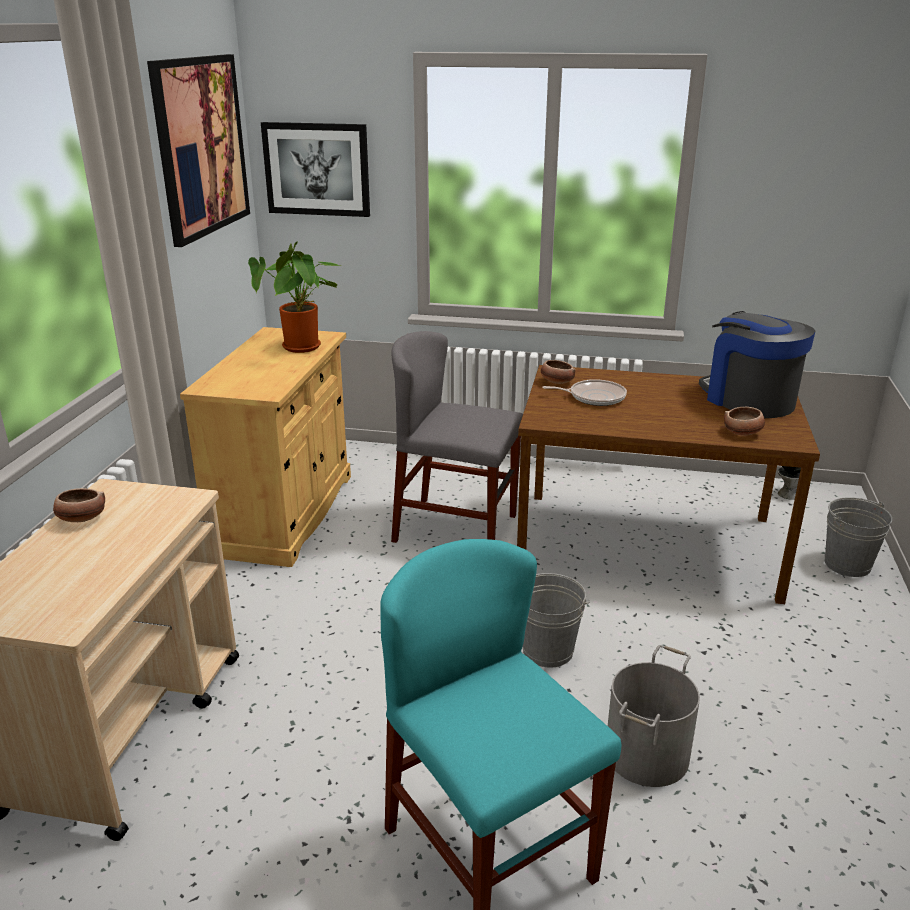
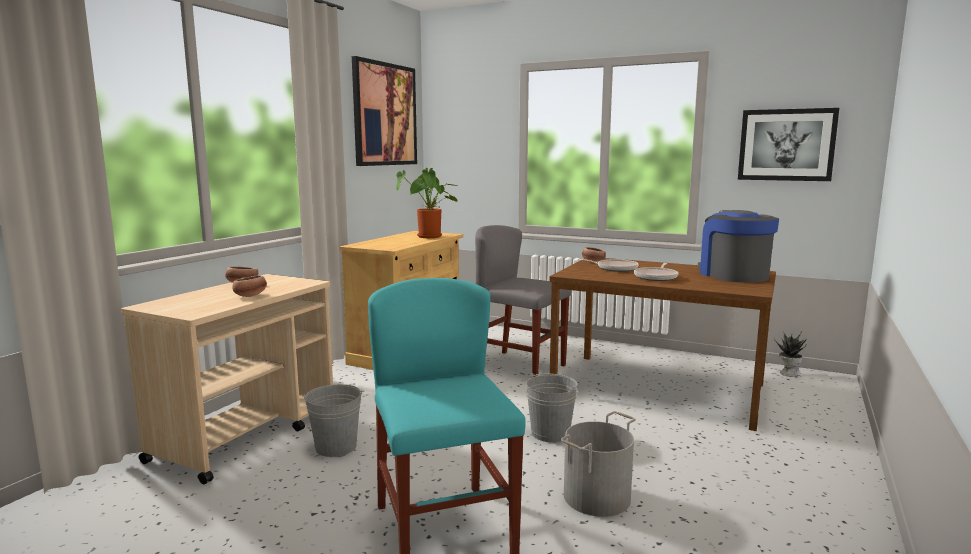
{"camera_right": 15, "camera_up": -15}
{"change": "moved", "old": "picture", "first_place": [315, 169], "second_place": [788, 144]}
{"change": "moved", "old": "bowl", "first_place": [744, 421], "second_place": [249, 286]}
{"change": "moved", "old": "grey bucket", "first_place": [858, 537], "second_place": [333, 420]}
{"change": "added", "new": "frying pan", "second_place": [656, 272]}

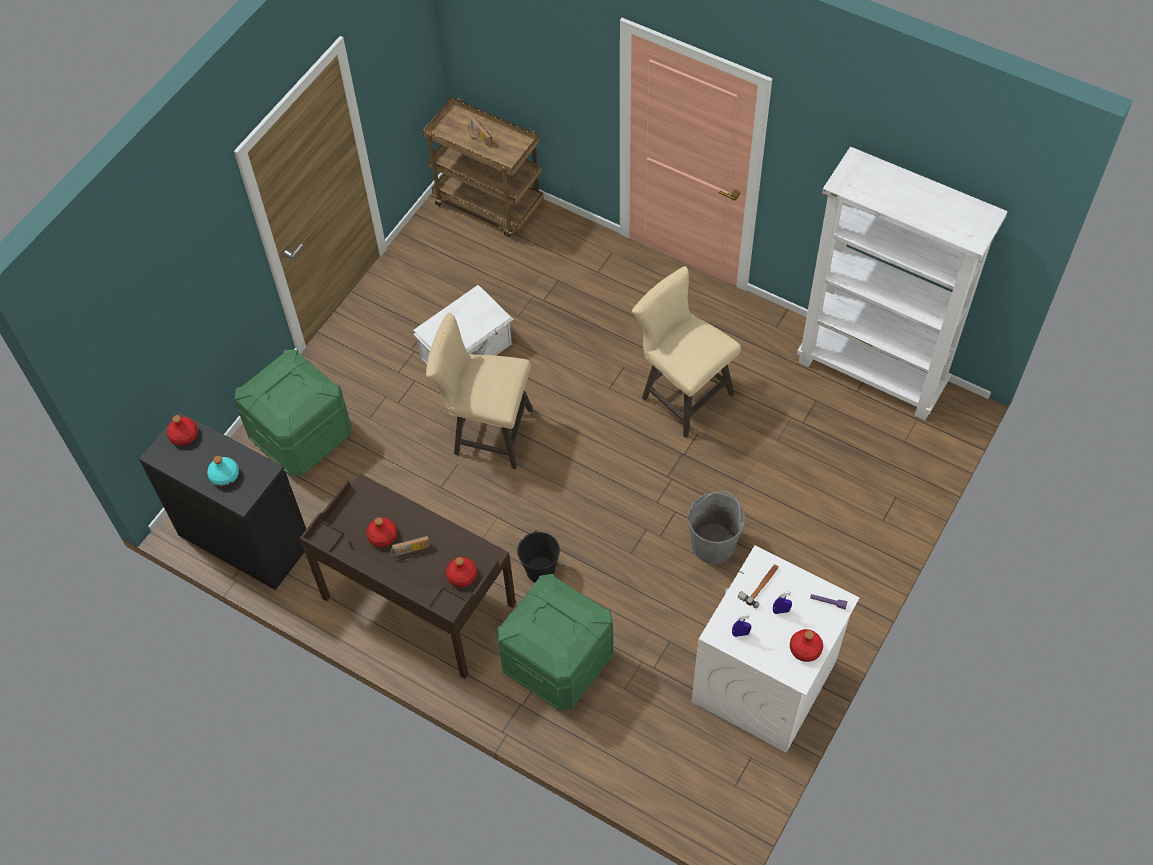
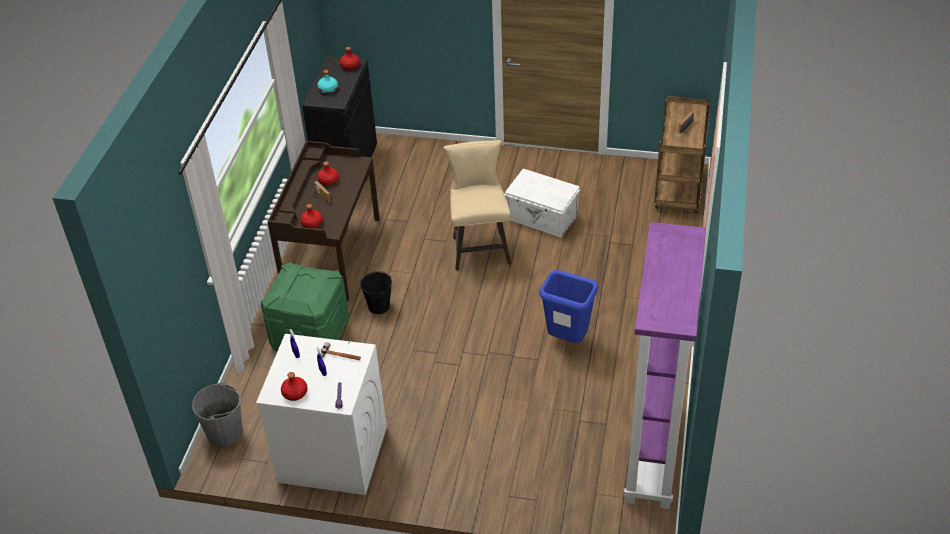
{"camera_right": 70, "camera_up": -15}
{"change": "recoloured", "old": "white bookcase", "new": "purple bookcase", "first_place": [902, 283], "second_place": [665, 365]}
{"change": "replaced", "old": "beige stool", "new": "blue trash can", "first_place": [686, 352], "second_place": [568, 306]}
{"change": "removed", "old": "green storage box", "first_place": [292, 413]}
{"change": "moved", "old": "grey bucket", "first_place": [716, 527], "second_place": [217, 415]}

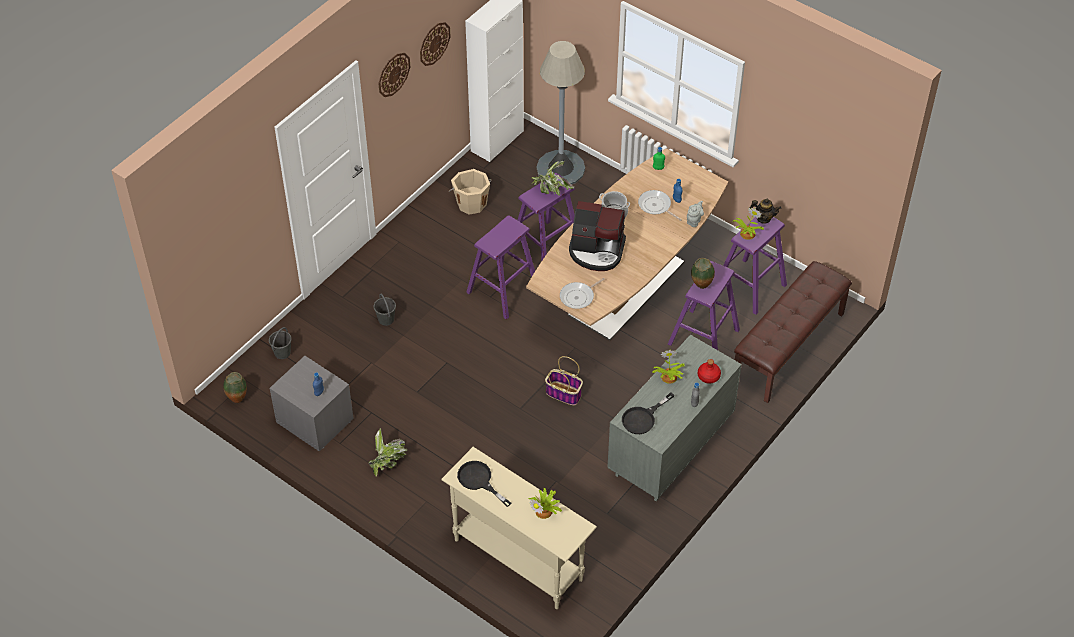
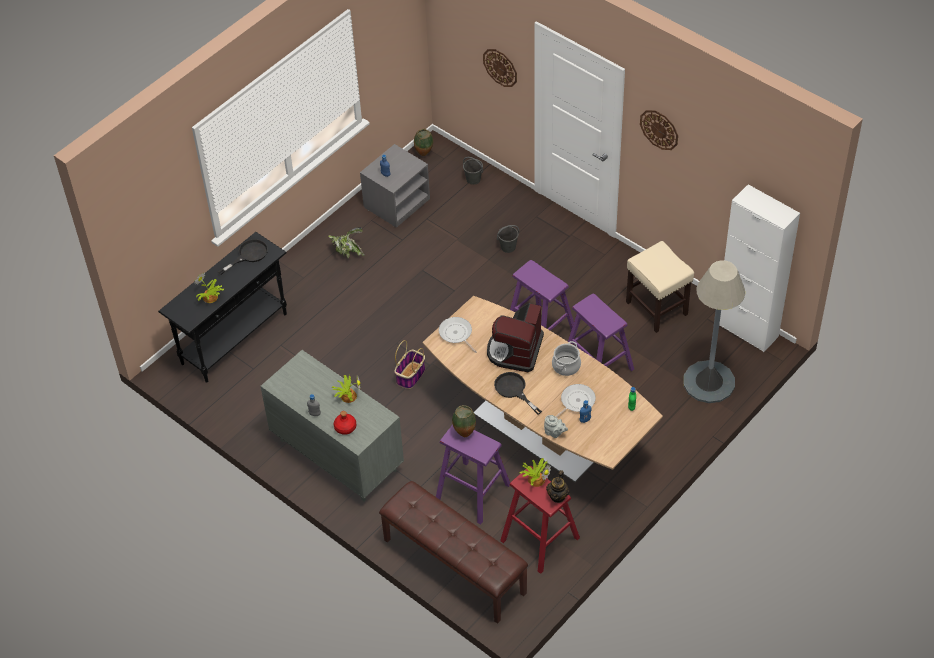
{"camera_right": 95, "camera_up": 0}
{"change": "moved", "old": "wall clock", "first_place": [435, 44], "second_place": [500, 68]}
{"change": "removed", "old": "potted plant", "first_place": [551, 177]}
{"change": "replaced", "old": "beige bucket", "new": "beige stool", "first_place": [470, 192], "second_place": [660, 287]}
{"change": "recoloured", "old": "purple stool", "new": "red stool", "first_place": [755, 266], "second_place": [540, 520]}
{"change": "moved", "old": "black frying pan", "first_place": [648, 413], "second_place": [518, 393]}
{"change": "recoloured", "old": "beige console table", "new": "black console table", "first_place": [519, 528], "second_place": [222, 307]}

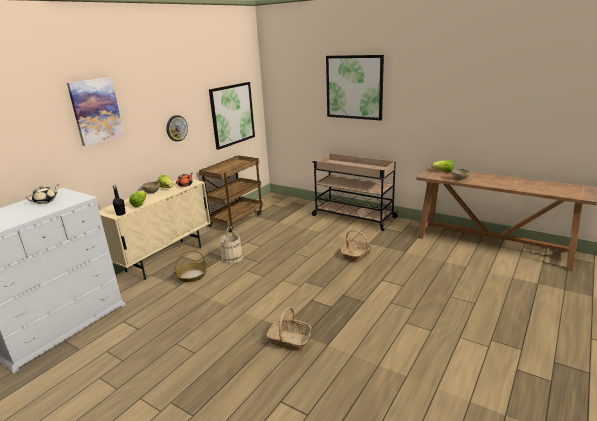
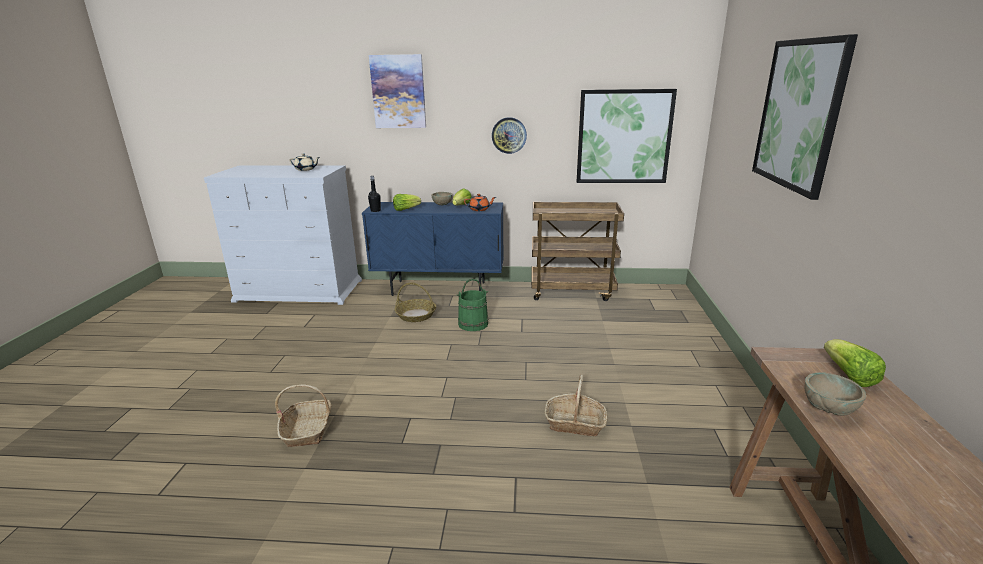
{"camera_right": 60, "camera_up": 0}
{"change": "removed", "old": "beige cart", "first_place": [355, 192]}
{"change": "recoloured", "old": "beige cabinet", "new": "blue cabinet", "first_place": [155, 229], "second_place": [433, 249]}
{"change": "recoloured", "old": "beige bucket", "new": "green bucket", "first_place": [231, 245], "second_place": [472, 305]}

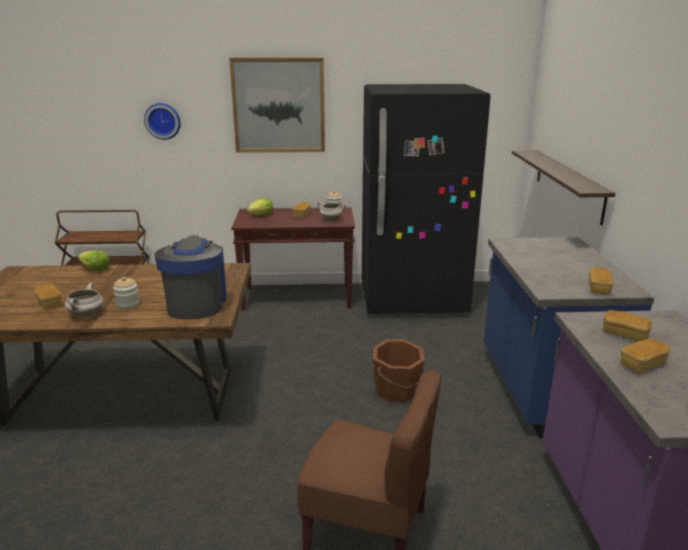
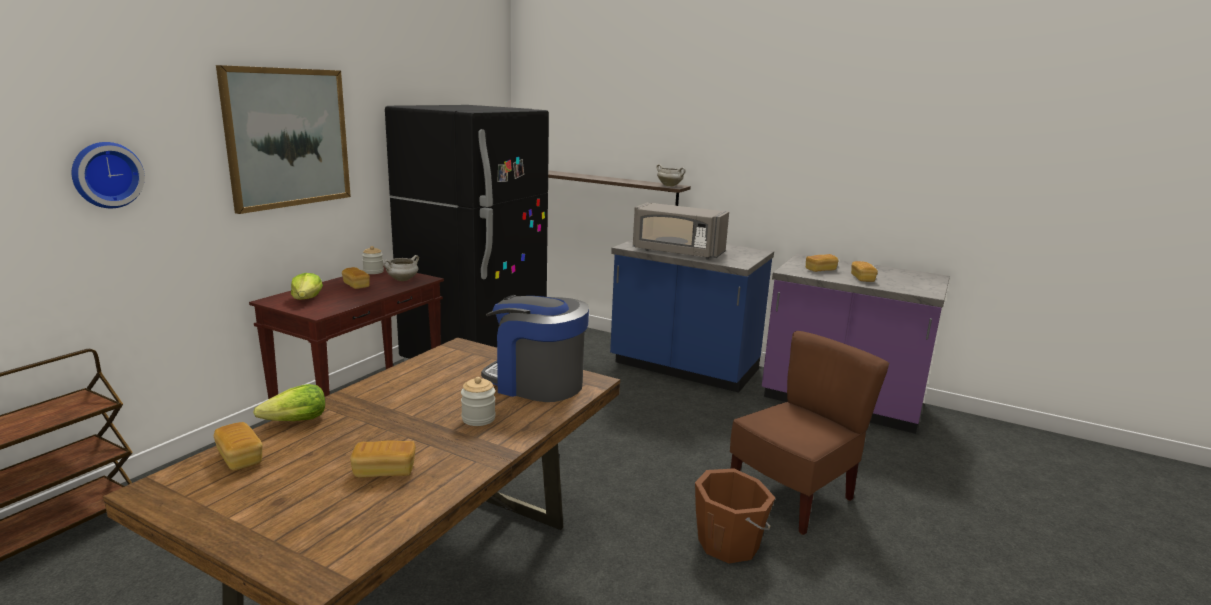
{"camera_right": -60, "camera_up": -5}
{"change": "moved", "old": "bread", "first_place": [601, 281], "second_place": [238, 446]}
{"change": "moved", "old": "white cooking pot", "first_place": [84, 300], "second_place": [671, 175]}
{"change": "moved", "old": "brown bucket", "first_place": [399, 370], "second_place": [735, 515]}
{"change": "added", "new": "grey microwave", "second_place": [681, 231]}

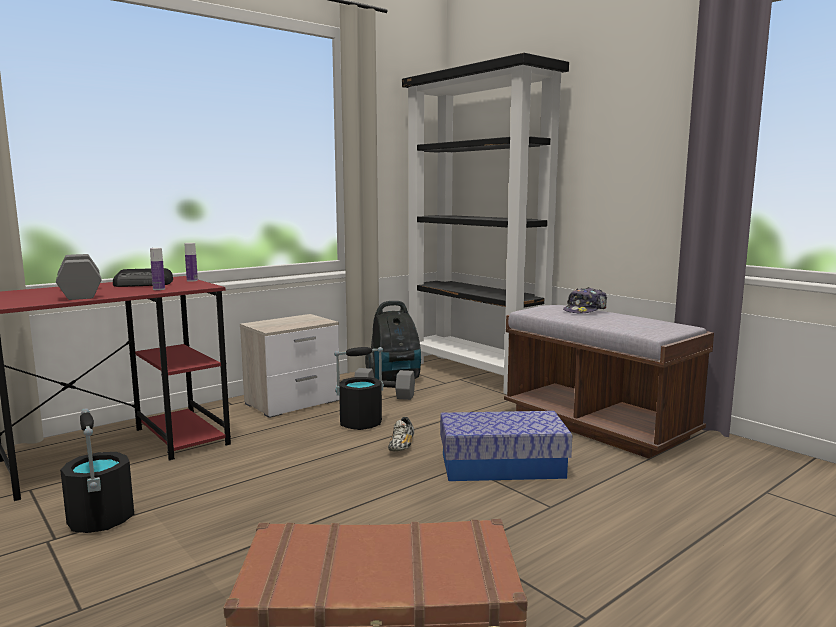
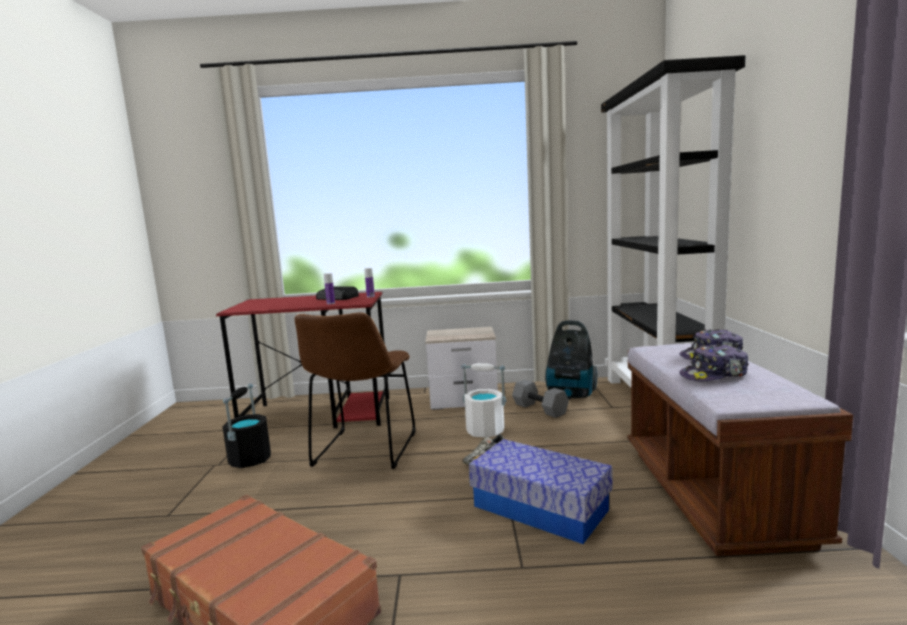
{"camera_right": 40, "camera_up": 0}
{"change": "removed", "old": "grey dumbbell", "first_place": [79, 277]}
{"change": "recoloured", "old": "black bucket", "new": "white bucket", "first_place": [359, 388], "second_place": [484, 400]}
{"change": "added", "new": "brown chair", "second_place": [355, 390]}
{"change": "added", "new": "cap", "second_place": [713, 362]}

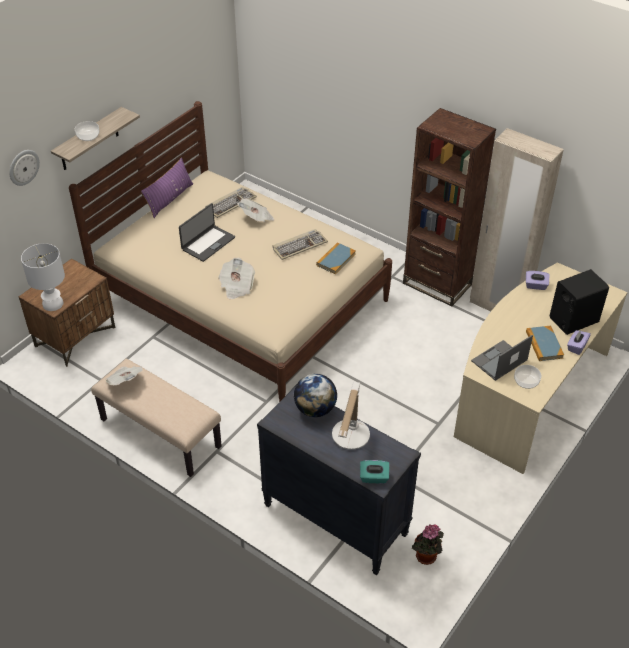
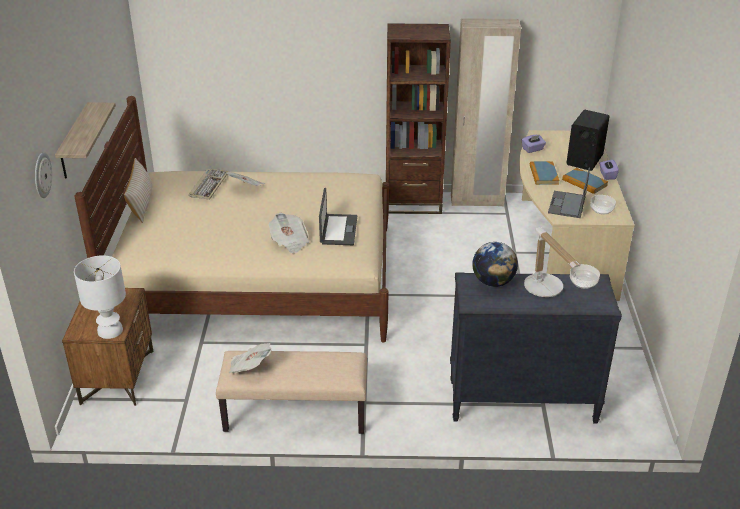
{"camera_right": -35, "camera_up": -10}
{"change": "moved", "old": "bowl", "first_place": [87, 131], "second_place": [585, 276]}
{"change": "recoloured", "old": "purple pillow", "new": "beige pillow", "first_place": [167, 187], "second_place": [138, 190]}
{"change": "moved", "old": "laptop", "first_place": [207, 232], "second_place": [338, 216]}
{"change": "removed", "old": "keyboard", "first_place": [300, 244]}
{"change": "moved", "old": "book", "first_place": [336, 258], "second_place": [544, 173]}
{"change": "removed", "old": "turquoise tissue box", "first_place": [374, 472]}
{"change": "removed", "old": "potted plant", "first_place": [428, 544]}

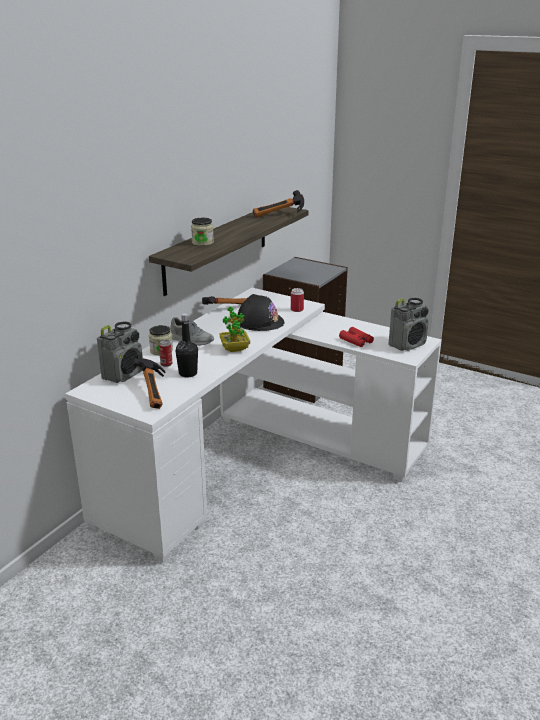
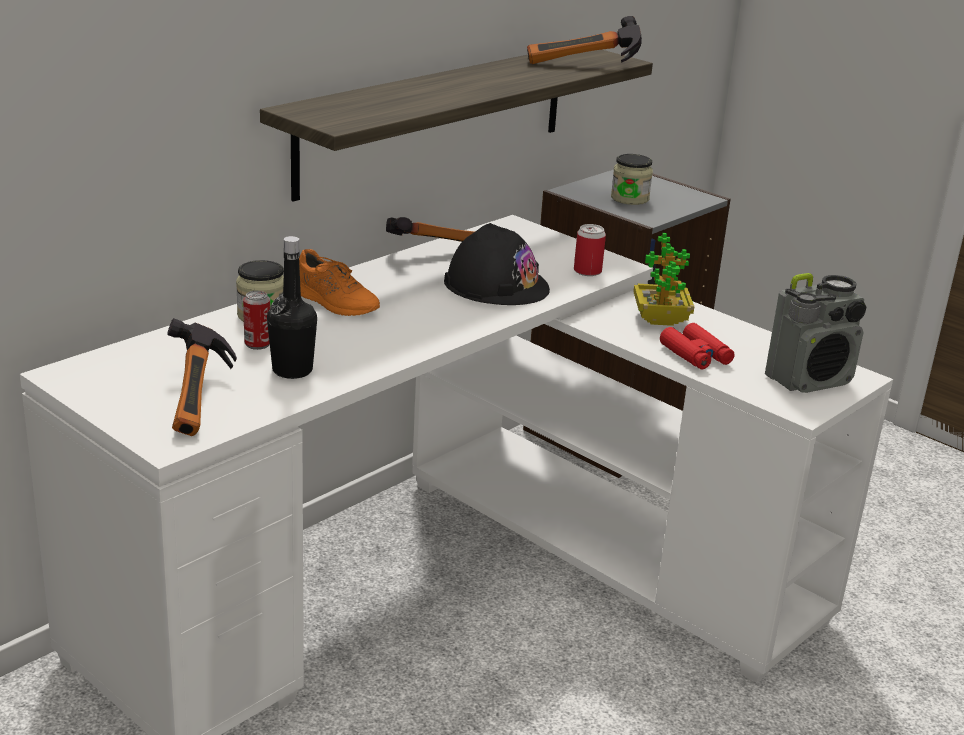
{"camera_right": 10, "camera_up": 0}
{"change": "moved", "old": "jar", "first_place": [202, 232], "second_place": [632, 179]}
{"change": "moved", "old": "potted plant", "first_place": [235, 329], "second_place": [663, 279]}
{"change": "recoloured", "old": "grey shoe", "new": "orange shoe", "first_place": [192, 331], "second_place": [339, 282]}
{"change": "removed", "old": "radio", "first_place": [120, 352]}

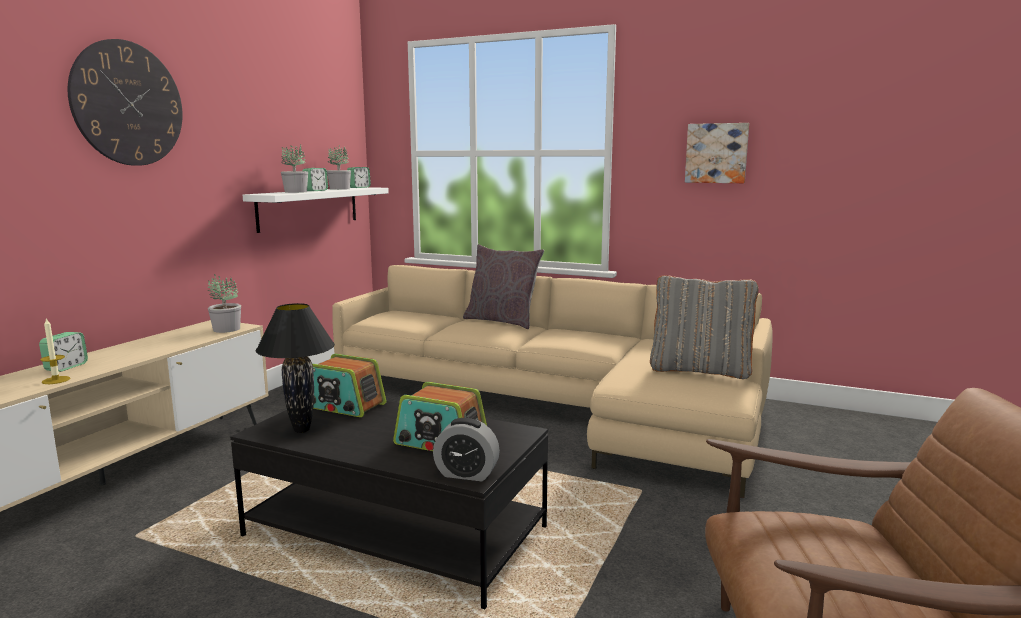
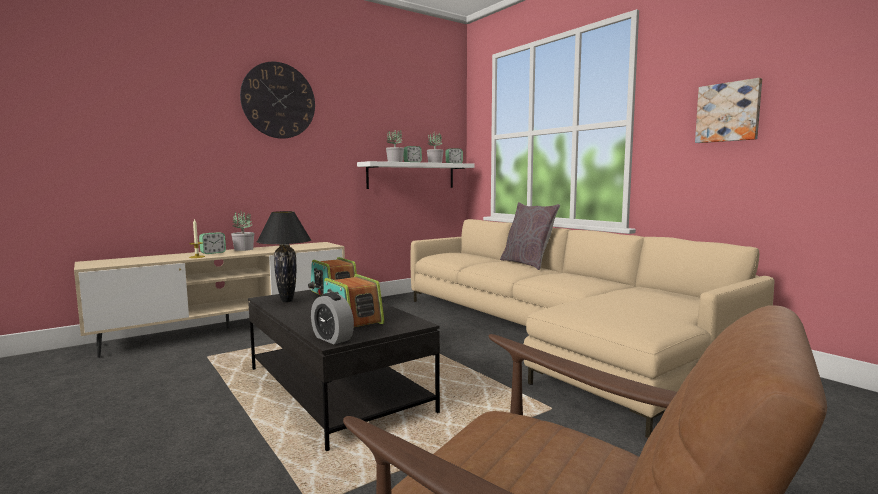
{"camera_right": 30, "camera_up": -5}
{"change": "moved", "old": "potted plant", "first_place": [224, 303], "second_place": [242, 232]}
{"change": "removed", "old": "grey pillow", "first_place": [704, 327]}

